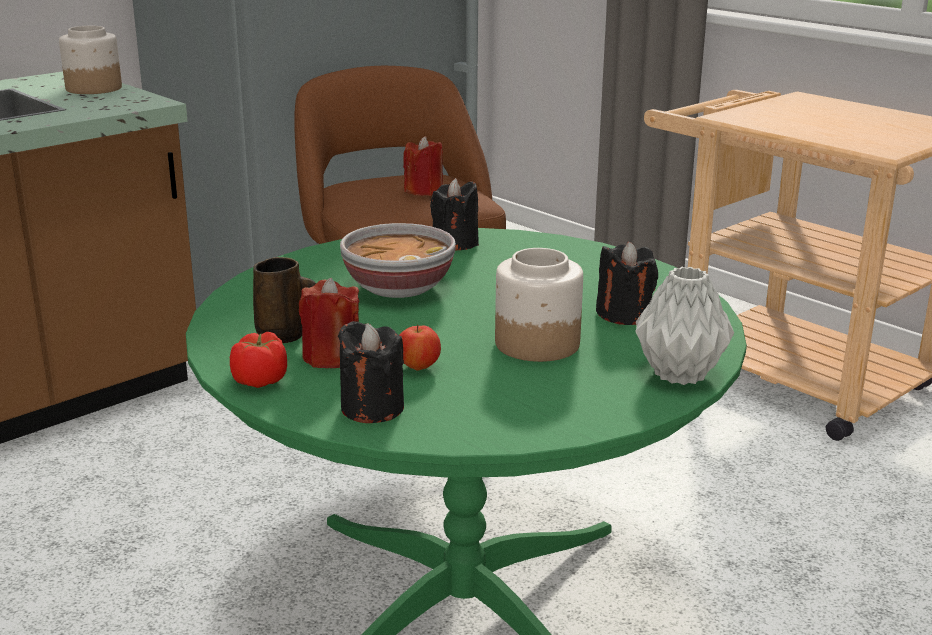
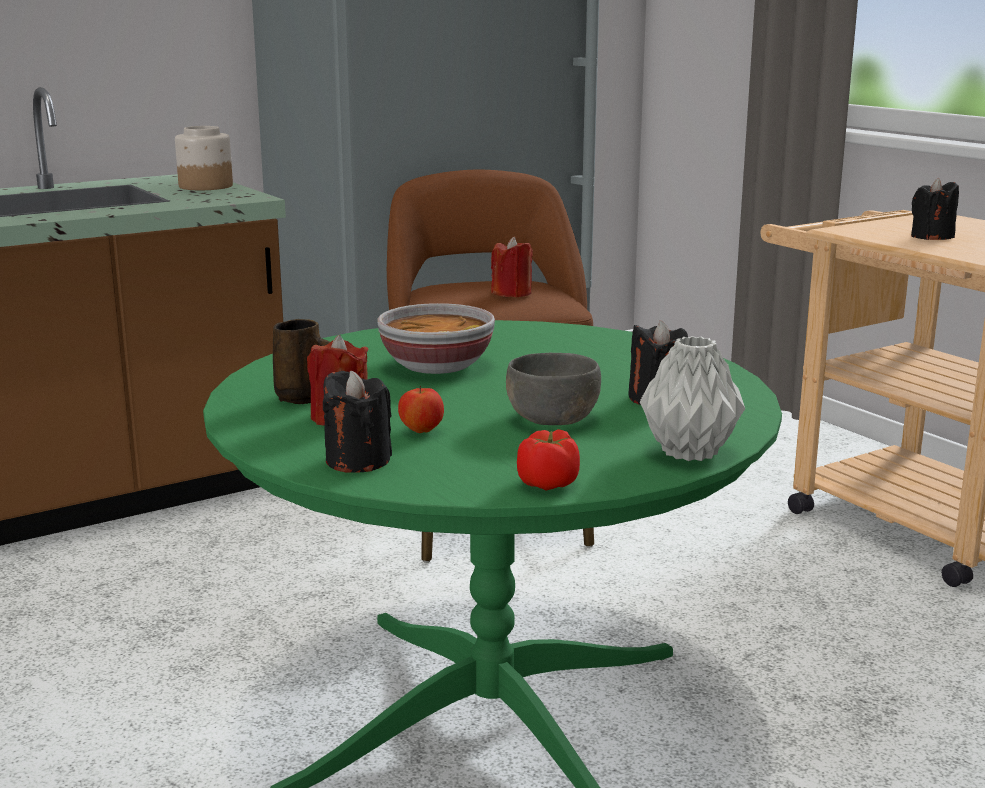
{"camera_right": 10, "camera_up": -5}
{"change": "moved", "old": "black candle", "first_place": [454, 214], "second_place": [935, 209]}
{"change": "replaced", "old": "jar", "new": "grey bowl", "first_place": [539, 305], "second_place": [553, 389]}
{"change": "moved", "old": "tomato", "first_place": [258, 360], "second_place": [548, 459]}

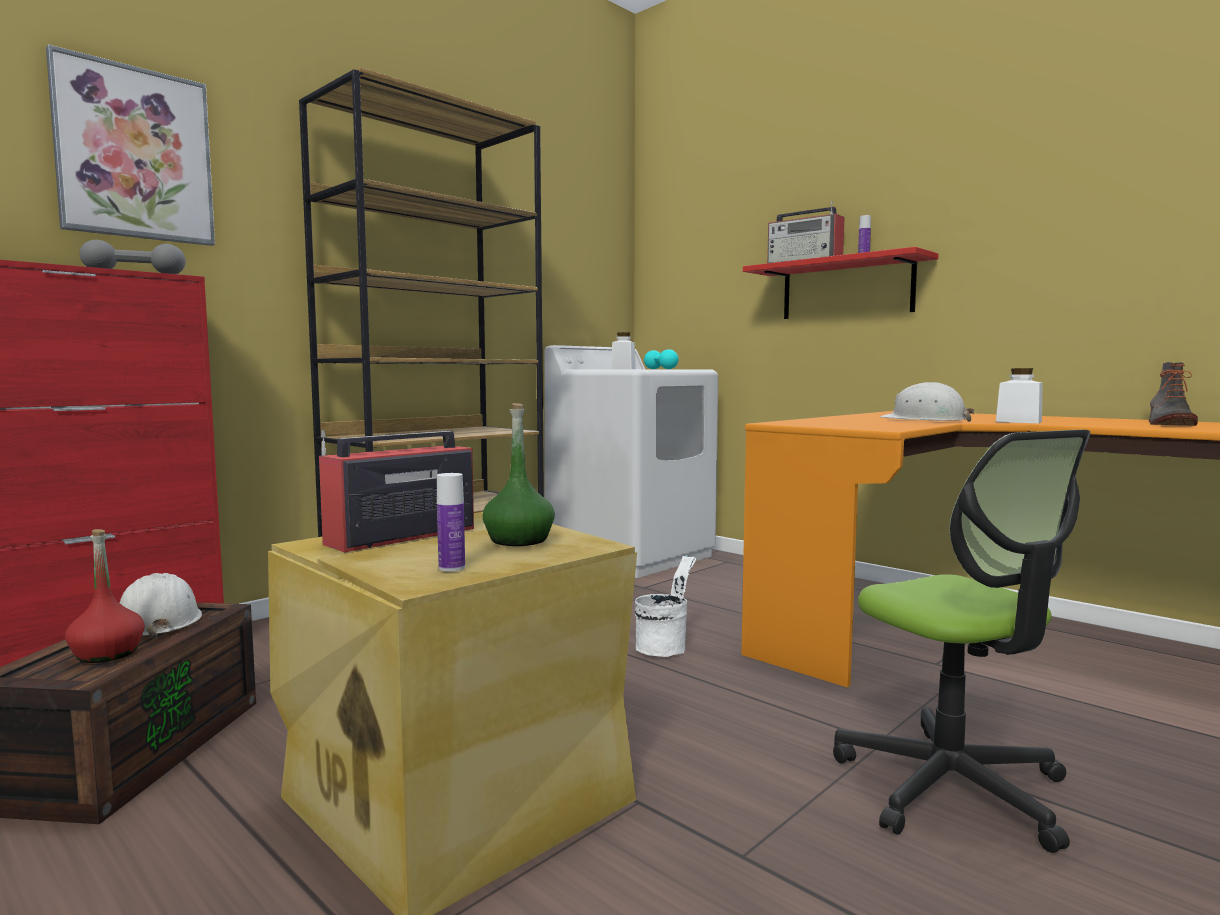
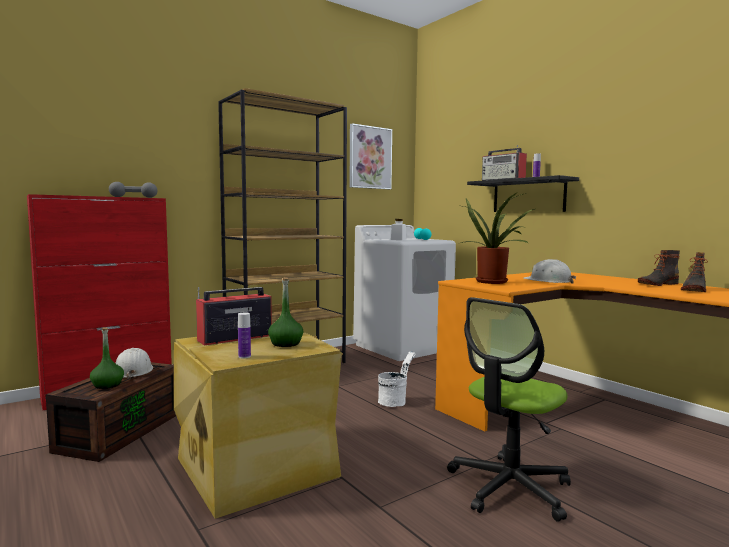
{"camera_right": 10, "camera_up": 0}
{"change": "moved", "old": "picture", "first_place": [130, 145], "second_place": [370, 156]}
{"change": "recoloured", "old": "red shelf", "new": "black shelf", "first_place": [841, 283], "second_place": [523, 193]}
{"change": "removed", "old": "white jar", "first_place": [1019, 395]}
{"change": "turned", "old": "office chair", "first_place": [961, 641], "second_place": [509, 409], "degrees": 60}
{"change": "recoloured", "old": "red bottle", "new": "green bottle", "first_place": [105, 596], "second_place": [107, 358]}
{"change": "added", "new": "potted plant", "second_place": [498, 238]}
{"change": "added", "new": "boot", "second_place": [659, 268]}

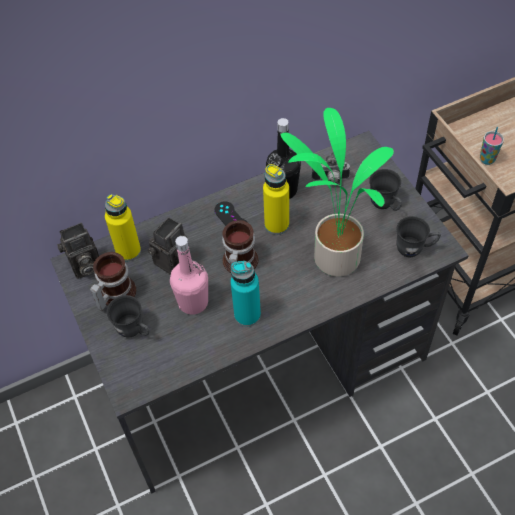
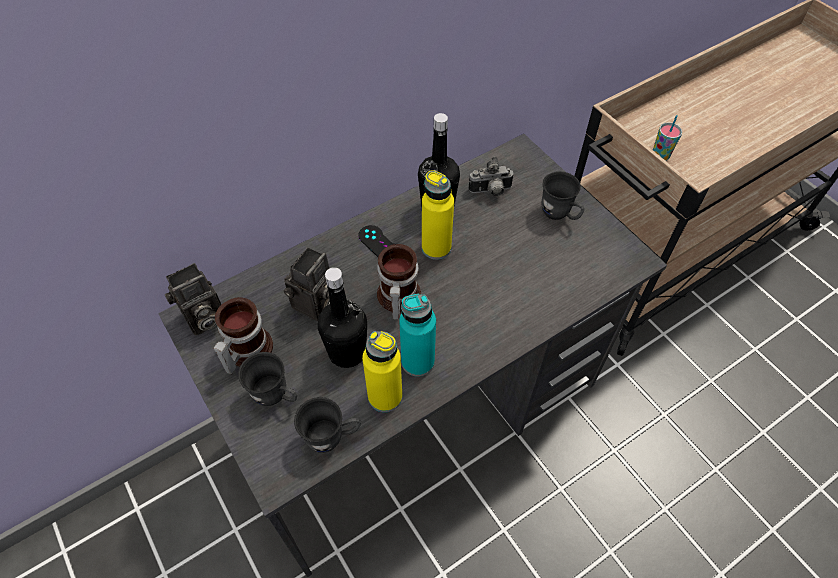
{"camera_right": -10, "camera_up": 0}
{"change": "removed", "old": "potted plant", "first_place": [337, 192]}
{"change": "moved", "old": "yellow bottle", "first_place": [123, 227], "second_place": [382, 371]}
{"change": "moved", "old": "grey mug", "first_place": [418, 237], "second_place": [327, 425]}
{"change": "recoloured", "old": "pink bottle", "new": "black bottle", "first_place": [189, 275], "second_place": [342, 317]}

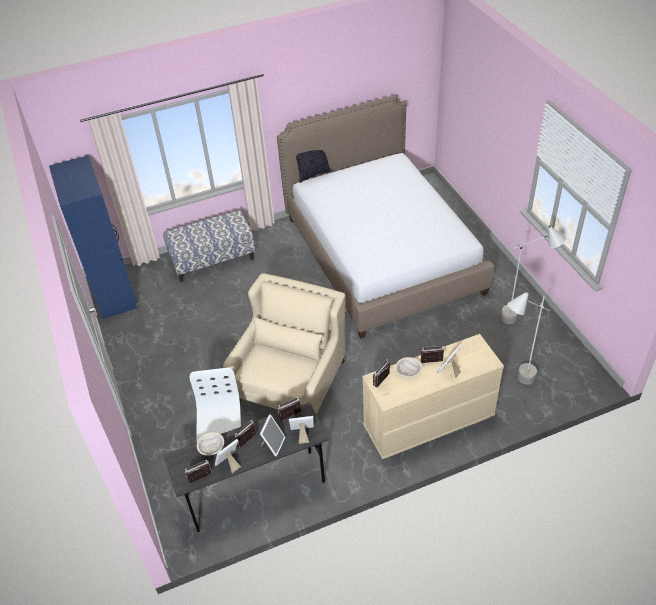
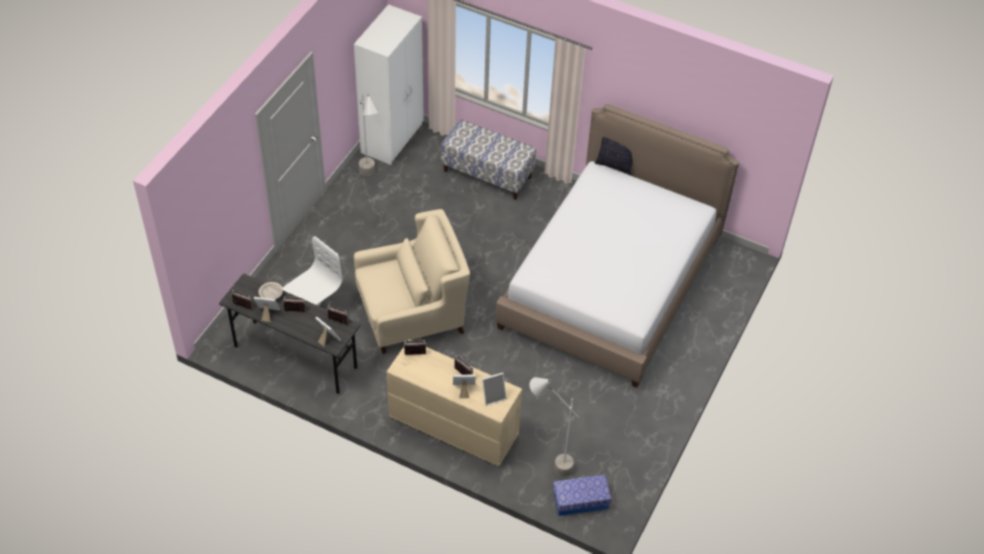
{"camera_right": 45, "camera_up": 5}
{"change": "recoloured", "old": "blue wardrobe", "new": "white wardrobe", "first_place": [93, 237], "second_place": [389, 84]}
{"change": "moved", "old": "grey floor lamp", "first_place": [533, 274], "second_place": [369, 135]}
{"change": "removed", "old": "beige bowl", "first_place": [408, 367]}
{"change": "moved", "old": "picture frame", "first_place": [272, 435], "second_place": [494, 389]}
{"change": "added", "new": "storage box", "second_place": [582, 495]}

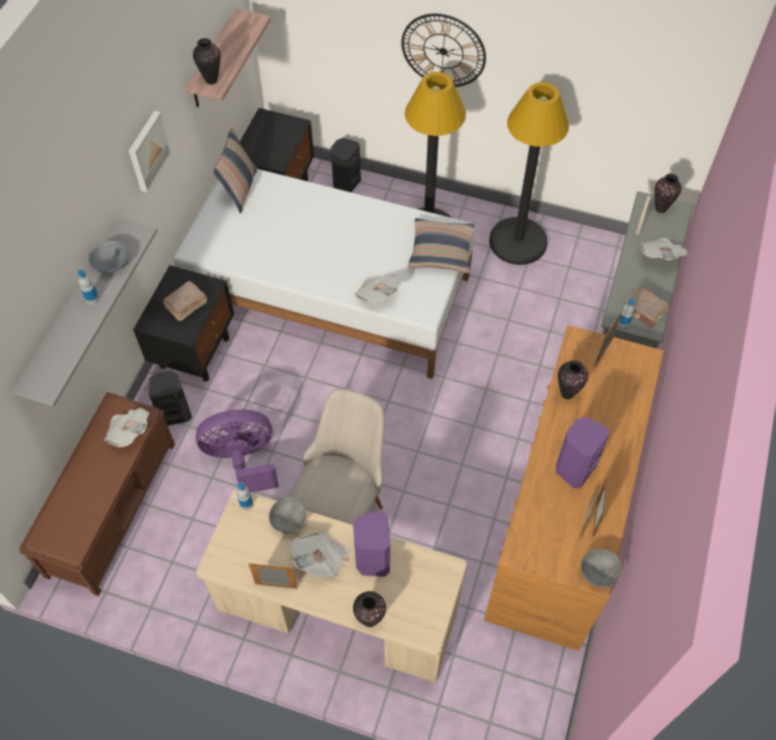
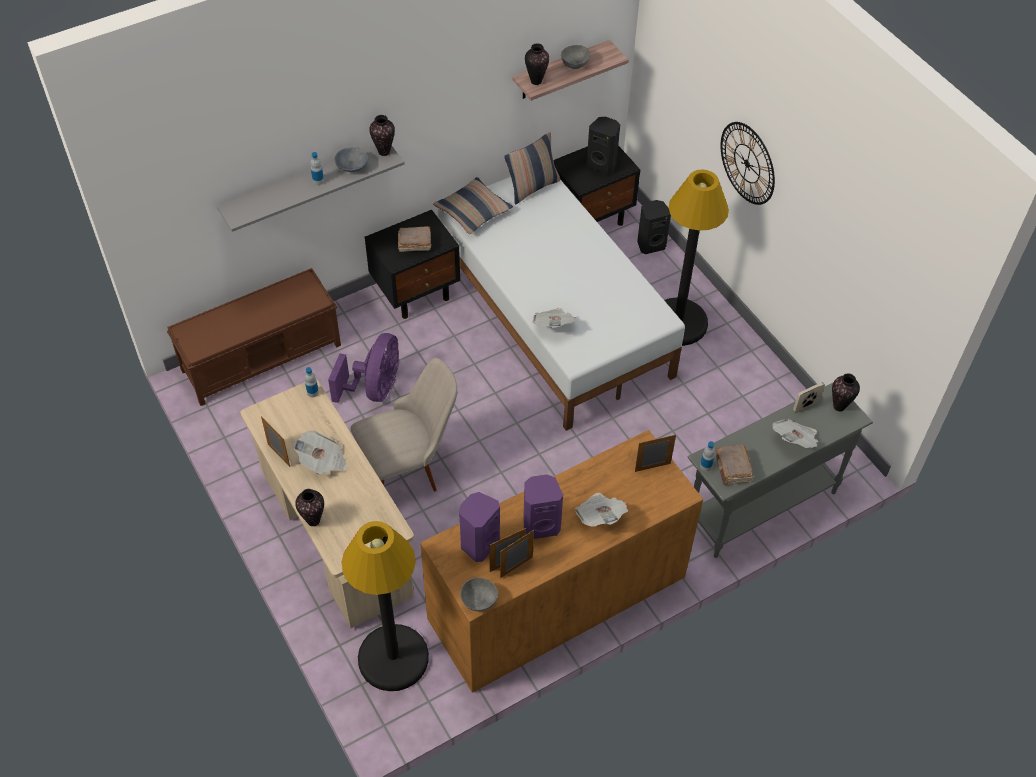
{"camera_right": 40, "camera_up": -5}
{"change": "moved", "old": "black floor lamp", "first_place": [529, 173], "second_place": [385, 606]}
{"change": "removed", "old": "picture", "first_place": [150, 152]}
{"change": "moved", "old": "pillow", "first_place": [441, 245], "second_place": [473, 205]}
{"change": "moved", "old": "vase", "first_place": [573, 379], "second_place": [382, 135]}
{"change": "moved", "old": "black speaker", "first_place": [170, 398], "second_place": [603, 146]}
{"change": "moved", "old": "newspaper", "first_place": [126, 428], "second_place": [601, 509]}
{"change": "turned", "old": "purple fan", "first_place": [237, 451], "second_place": [363, 368], "degrees": 75}
{"change": "moved", "old": "grey bowl", "first_place": [287, 515], "second_place": [575, 57]}
{"change": "moved", "old": "purple speaker", "first_place": [372, 544], "second_place": [479, 527]}

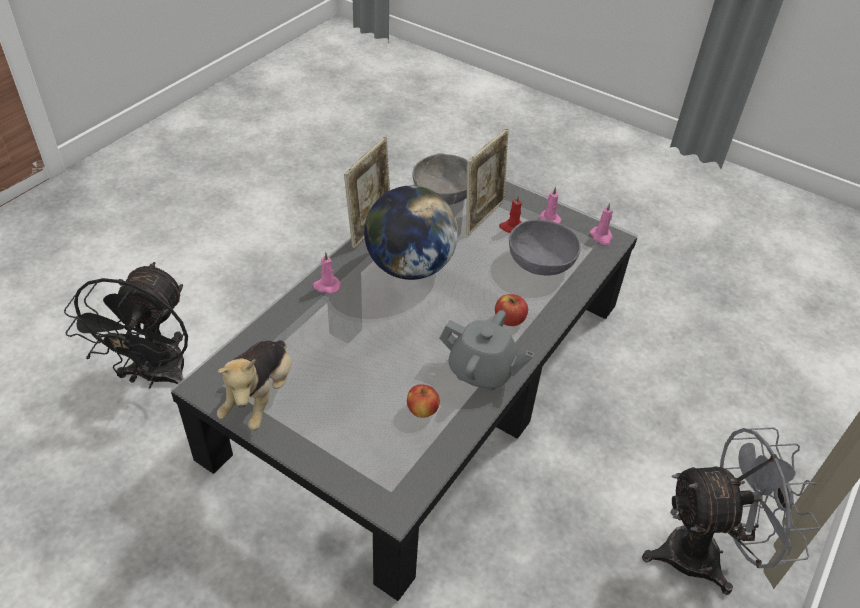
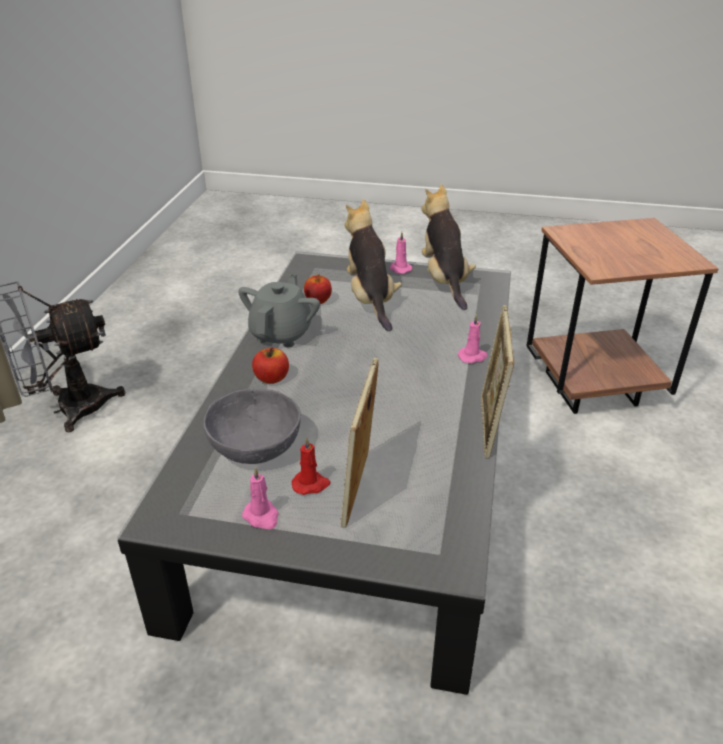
{"camera_right": 160, "camera_up": -10}
{"change": "removed", "old": "grey bowl", "first_place": [440, 179]}
{"change": "removed", "old": "globe", "first_place": [411, 233]}
{"change": "moved", "old": "pink candle", "first_place": [601, 224], "second_place": [401, 253]}
{"change": "replaced", "old": "black fan", "new": "brown side table", "first_place": [126, 325], "second_place": [623, 316]}
{"change": "turned", "old": "grey teapot", "first_place": [486, 350], "second_place": [279, 310], "degrees": 105}
{"change": "added", "new": "plush toy", "second_place": [373, 265]}

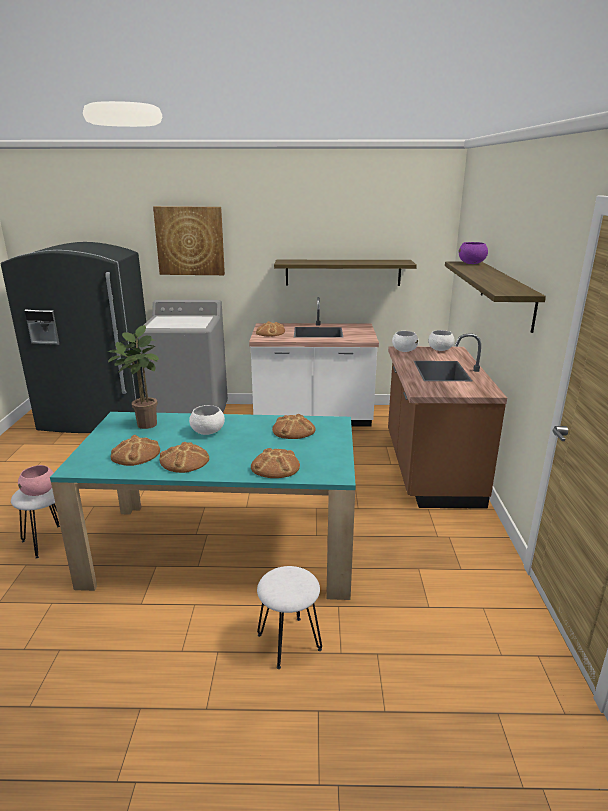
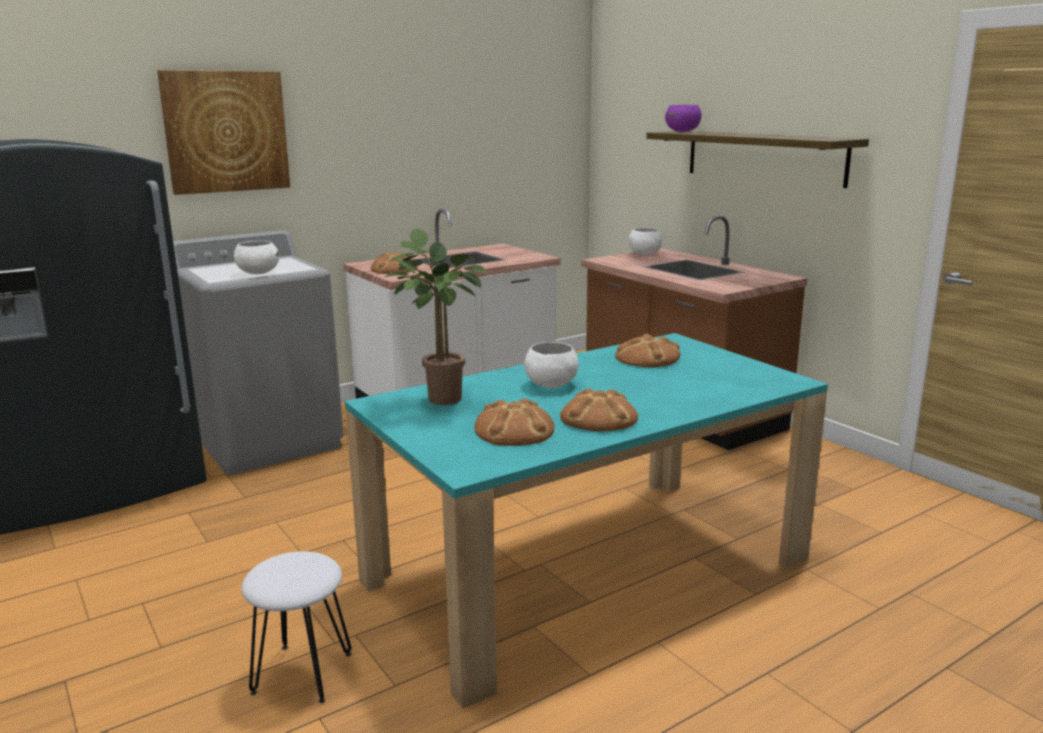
{"camera_right": -35, "camera_up": -5}
{"change": "removed", "old": "shelf", "first_place": [345, 273]}
{"change": "moved", "old": "white bowl", "first_place": [405, 341], "second_place": [256, 257]}
{"change": "removed", "old": "bread", "first_place": [275, 463]}
{"change": "removed", "old": "pink bowl", "first_place": [36, 480]}
{"change": "removed", "old": "white stool", "first_place": [289, 617]}

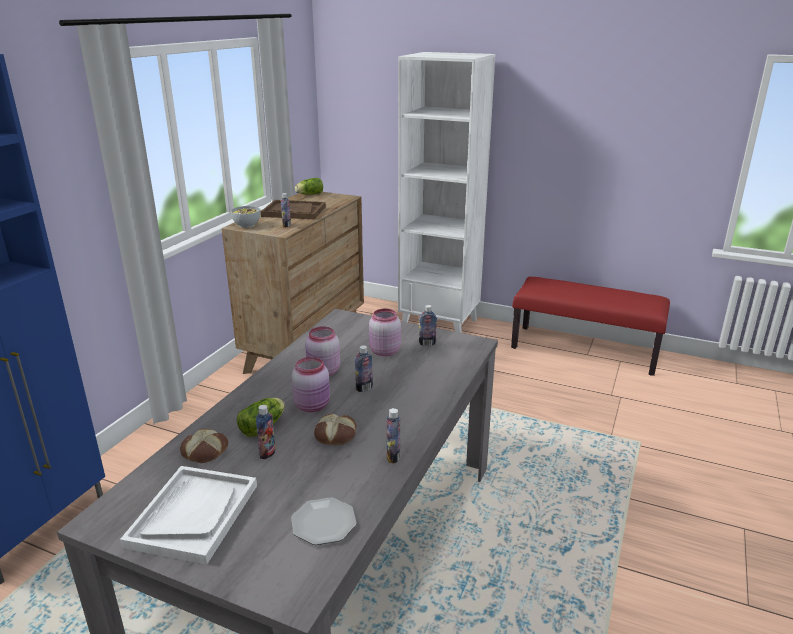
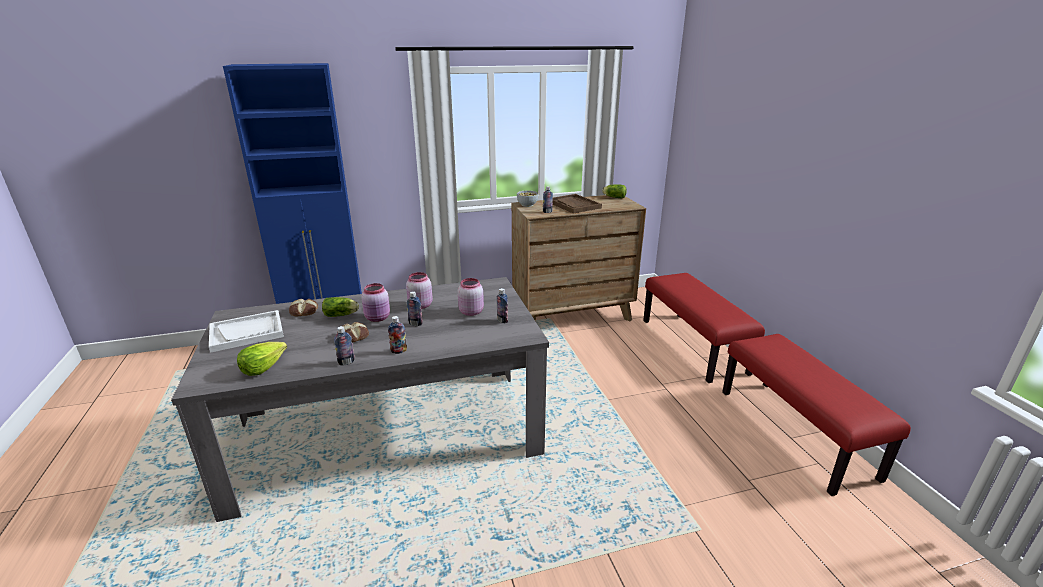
{"camera_right": 50, "camera_up": 0}
{"change": "replaced", "old": "white bookcase", "new": "red bench", "first_place": [446, 192], "second_place": [704, 328]}
{"change": "moved", "old": "bottle", "first_place": [266, 432], "second_place": [397, 335]}
{"change": "replaced", "old": "plate", "new": "lettuce", "first_place": [324, 521], "second_place": [262, 359]}

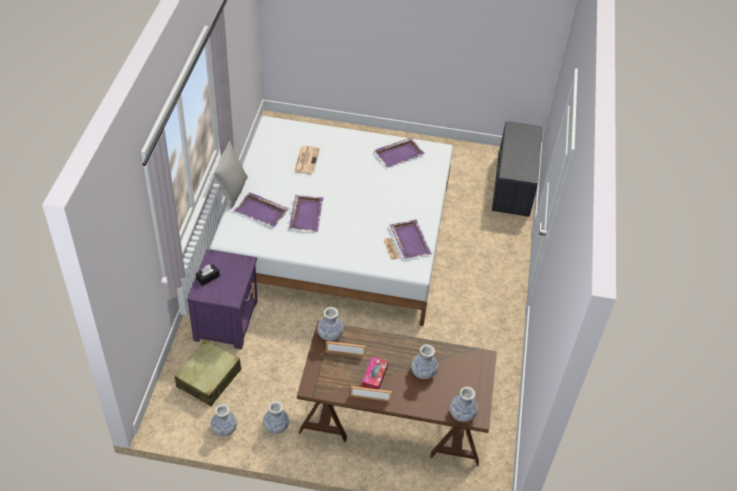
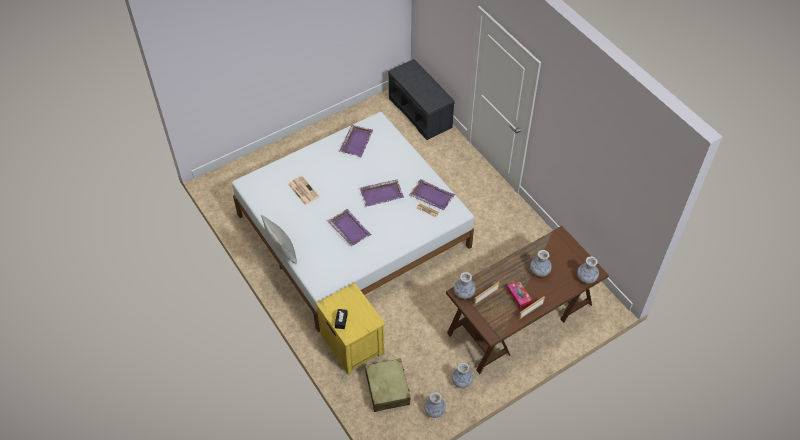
{"camera_right": -40, "camera_up": 5}
{"change": "moved", "old": "purple tray", "first_place": [261, 209], "second_place": [382, 193]}
{"change": "recoloured", "old": "purple nightstand", "new": "yellow nightstand", "first_place": [222, 299], "second_place": [351, 328]}

